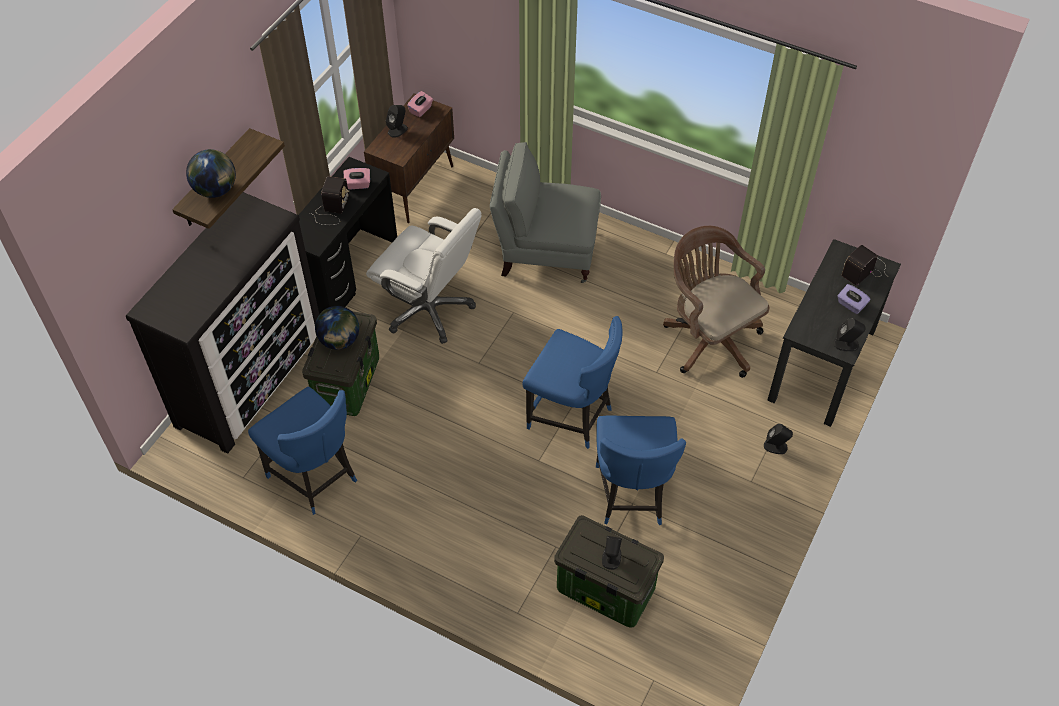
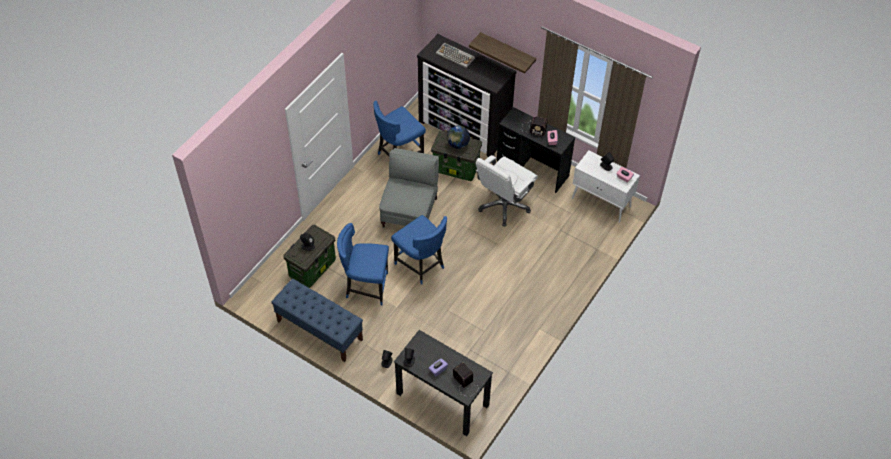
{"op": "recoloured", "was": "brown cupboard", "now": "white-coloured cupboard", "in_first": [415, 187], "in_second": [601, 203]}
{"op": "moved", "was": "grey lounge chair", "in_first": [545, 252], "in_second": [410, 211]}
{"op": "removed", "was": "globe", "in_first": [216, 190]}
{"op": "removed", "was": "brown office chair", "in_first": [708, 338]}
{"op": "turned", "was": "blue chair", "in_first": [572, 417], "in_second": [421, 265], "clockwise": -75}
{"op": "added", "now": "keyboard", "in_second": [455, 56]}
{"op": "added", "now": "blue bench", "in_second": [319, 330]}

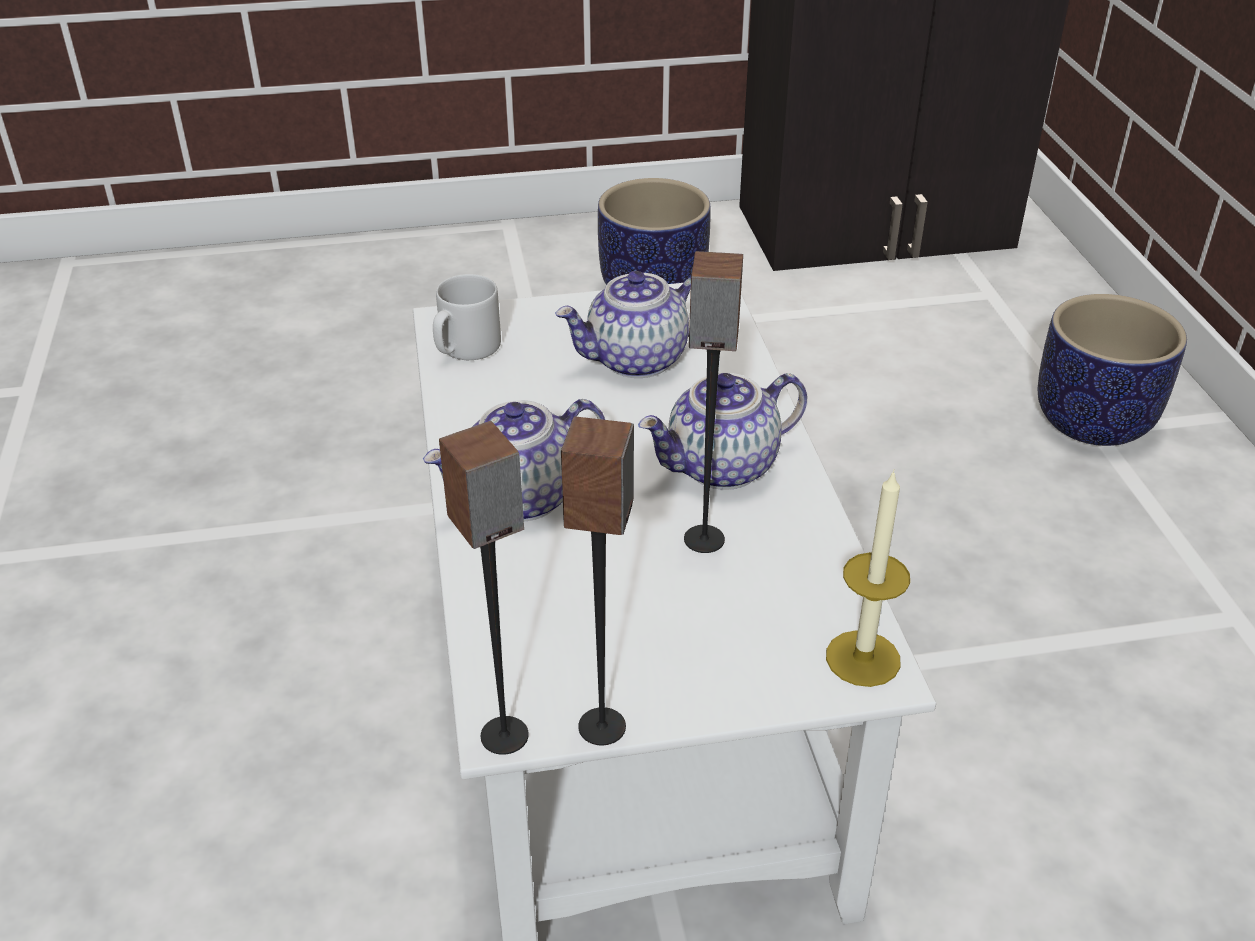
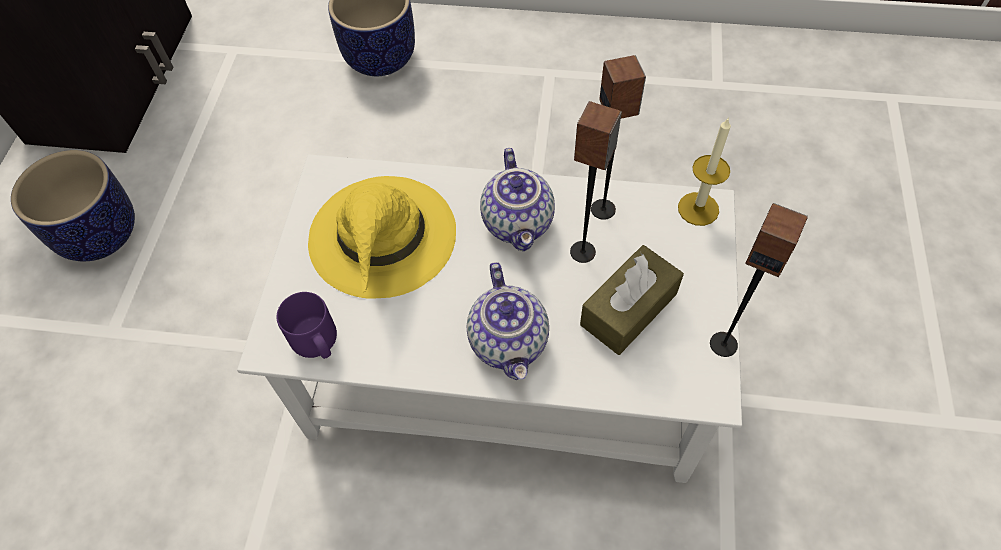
{"op": "replaced", "was": "tea pot", "now": "yellow-coloured hat", "in_first": [636, 360], "in_second": [383, 237]}
{"op": "recoloured", "was": "grey tea mug", "now": "purple-coloured tea mug", "in_first": [465, 349], "in_second": [317, 342]}
{"op": "moved", "was": "speaker", "in_first": [505, 736], "in_second": [603, 209]}
{"op": "added", "now": "brown tissue box", "in_second": [628, 309]}

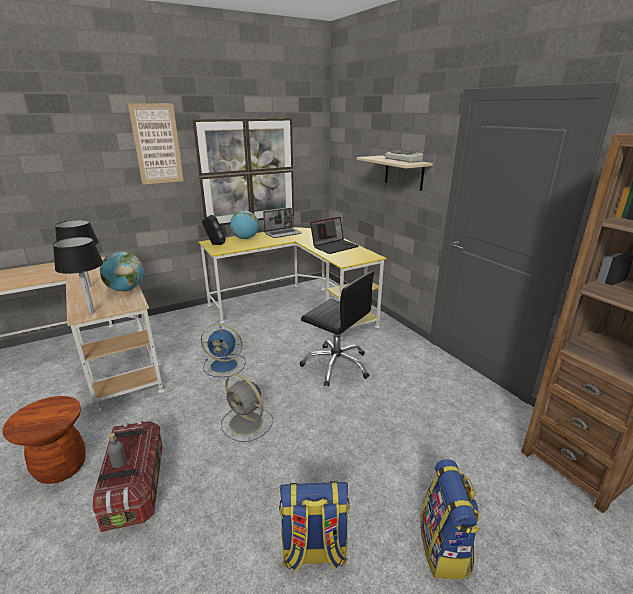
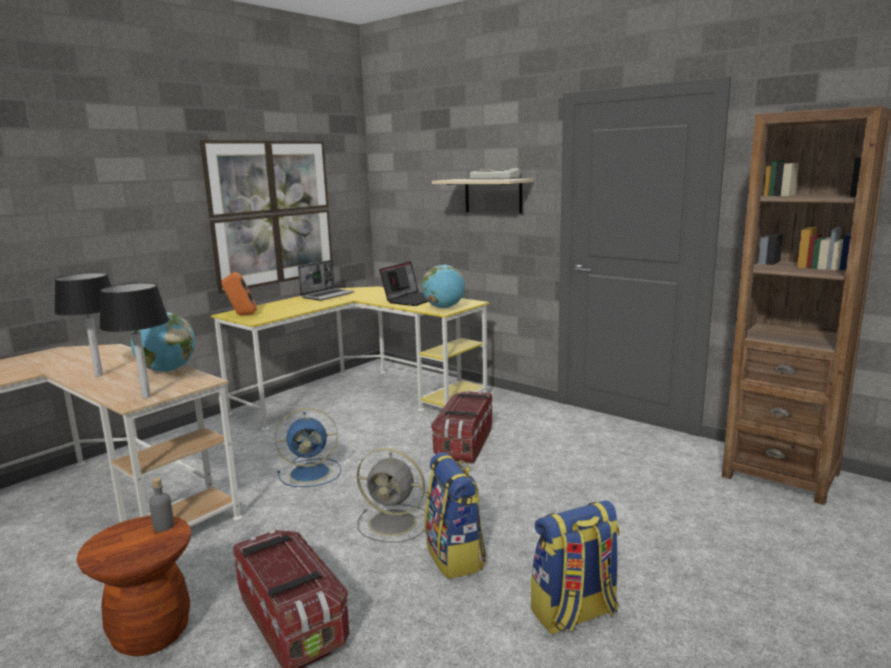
{"op": "removed", "was": "picture", "in_first": [157, 144]}
{"op": "moved", "was": "globe", "in_first": [245, 238], "in_second": [444, 308]}
{"op": "recoloured", "was": "black speaker", "now": "orange-coloured speaker", "in_first": [214, 244], "in_second": [241, 315]}
{"op": "replaced", "was": "black office chair", "now": "storage container", "in_first": [336, 365], "in_second": [464, 444]}
{"op": "moved", "was": "grey drink bottle", "in_first": [119, 462], "in_second": [163, 526]}
{"op": "moved", "was": "knapsack", "in_first": [444, 548], "in_second": [455, 556]}

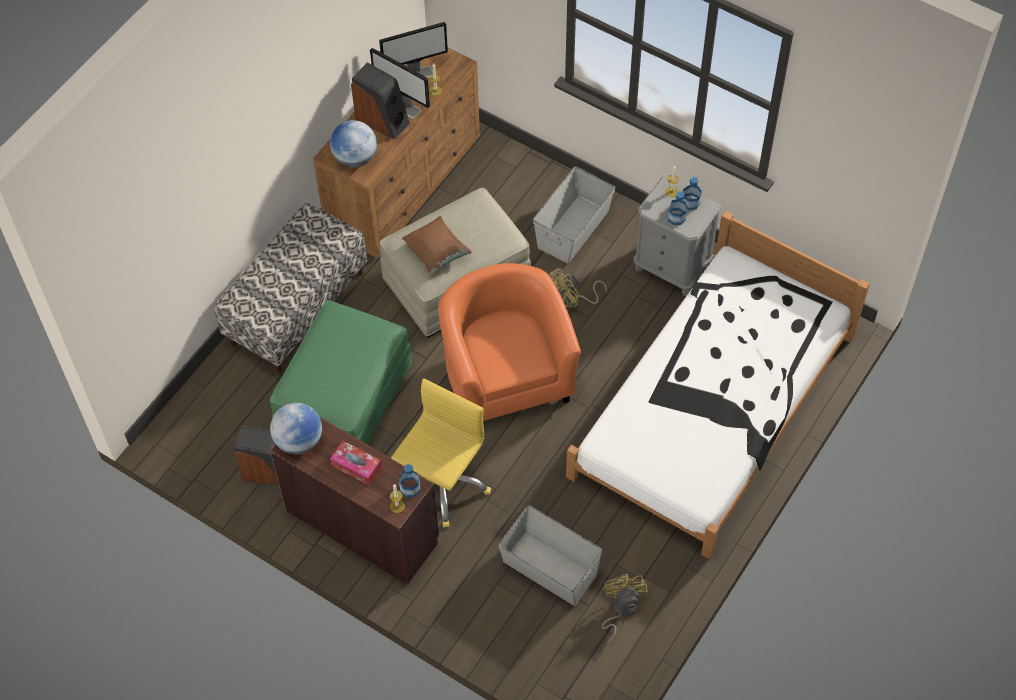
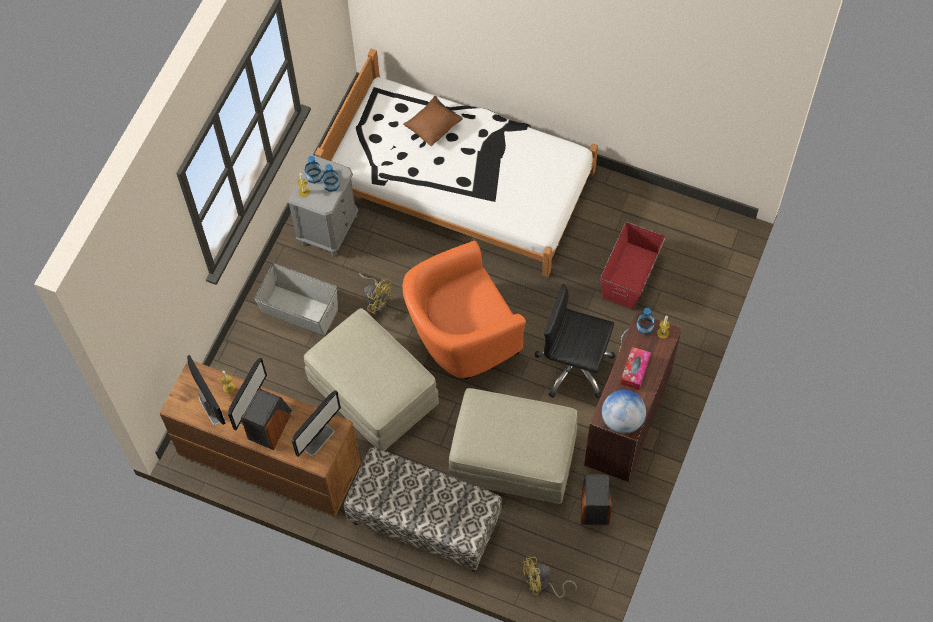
{"op": "replaced", "was": "globe", "now": "computer display", "in_first": [355, 158], "in_second": [319, 439]}
{"op": "moved", "was": "brown cushion", "in_first": [436, 253], "in_second": [433, 127]}
{"op": "recoloured", "was": "green-coloured footrest", "now": "sand-coloured footrest", "in_first": [345, 400], "in_second": [512, 459]}
{"op": "recoloured", "was": "yellow-coloured office chair", "now": "black office chair", "in_first": [441, 483], "in_second": [574, 367]}
{"op": "recoloured", "was": "grey storage container", "now": "red storage container", "in_first": [549, 567], "in_second": [629, 275]}
{"op": "moved", "was": "yellow-coloured cooling fan", "in_first": [621, 609], "in_second": [541, 584]}

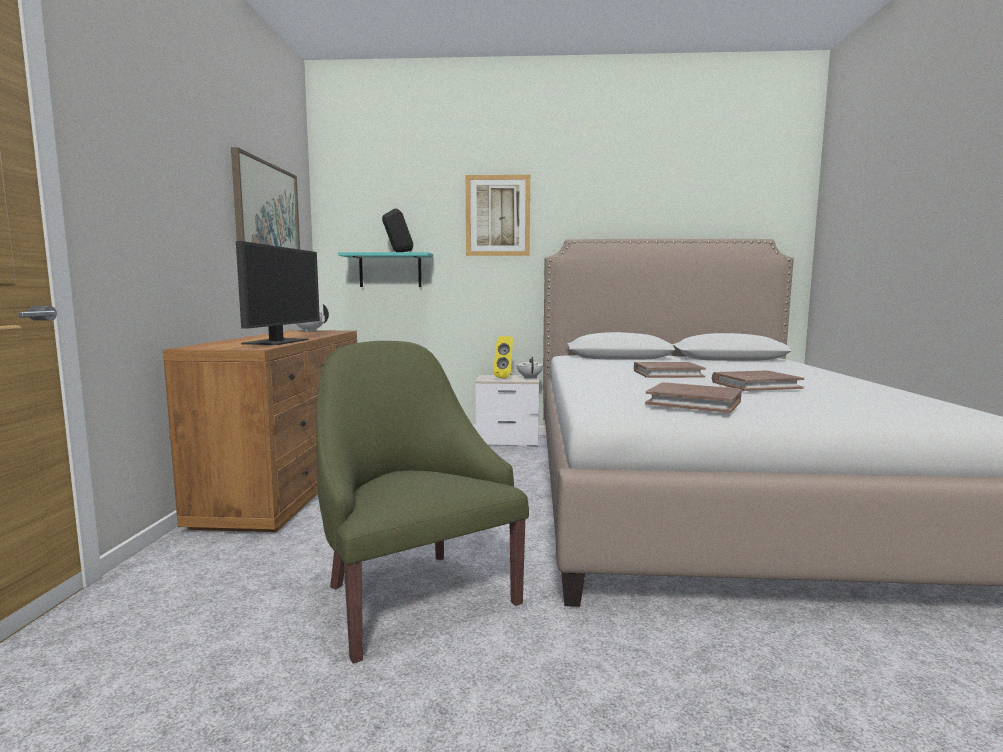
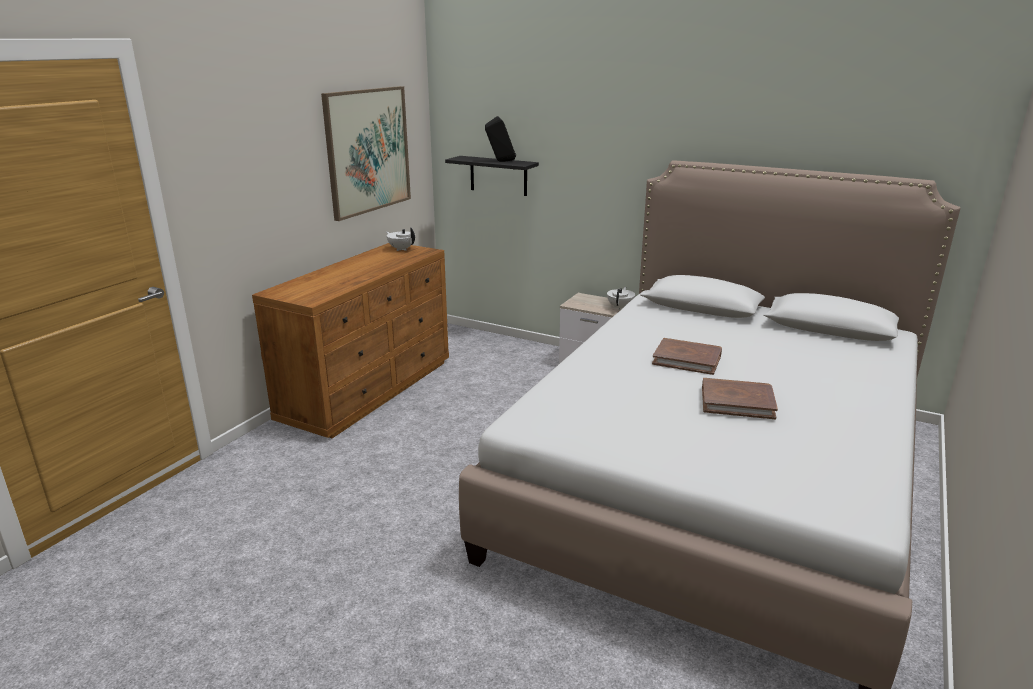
{"op": "removed", "was": "picture", "in_first": [497, 216]}
{"op": "removed", "was": "computer display", "in_first": [277, 342]}
{"op": "recoloured", "was": "blue-green bracket shelf", "now": "black bracket shelf", "in_first": [390, 270], "in_second": [498, 175]}
{"op": "removed", "was": "yellow-coloured speaker", "in_first": [505, 378]}
{"op": "removed", "was": "green-coloured lounge chair", "in_first": [413, 596]}
{"op": "removed", "was": "brown bound book", "in_first": [694, 402]}

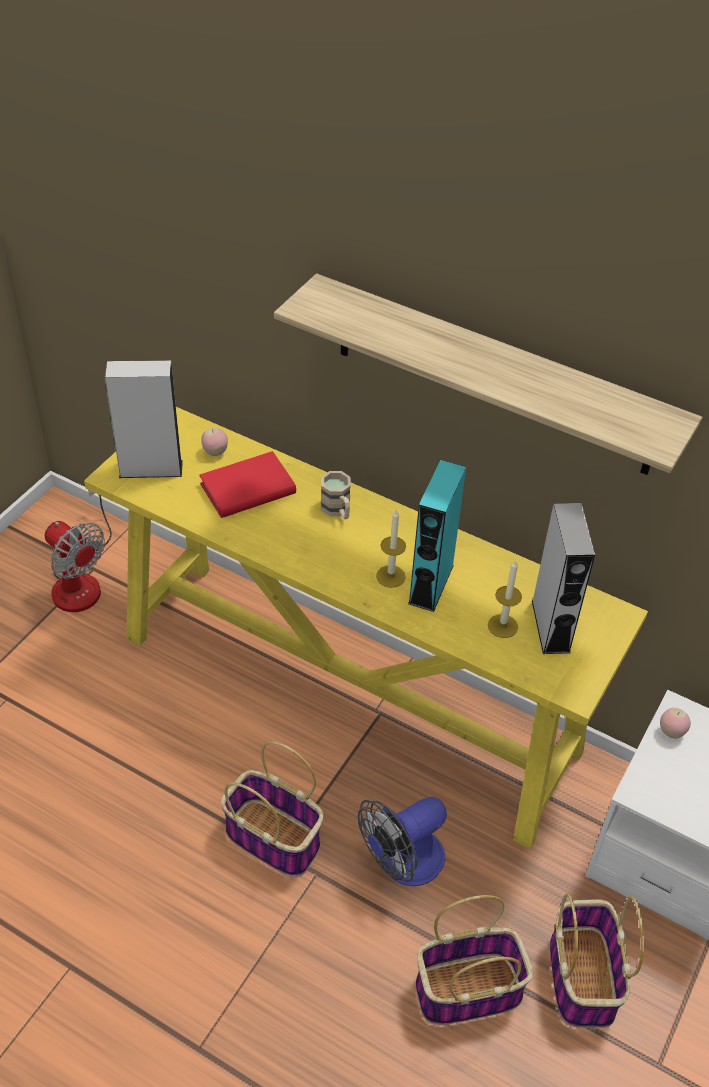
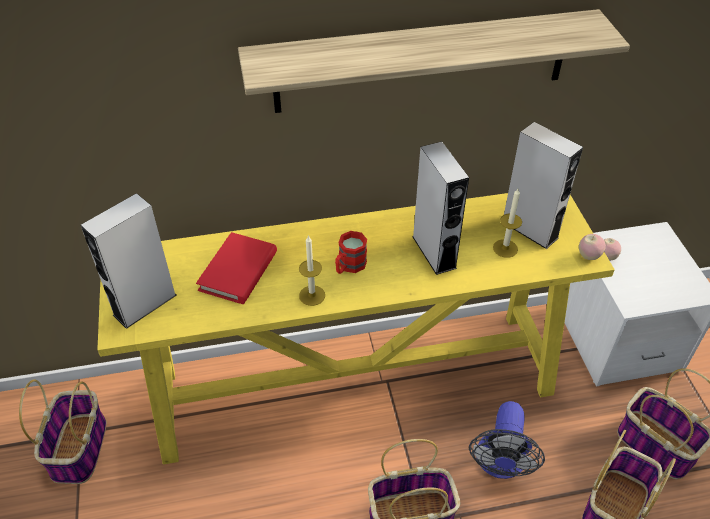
{"op": "moved", "was": "apple fruit", "in_first": [215, 452], "in_second": [588, 256]}
{"op": "recoloured", "was": "blue-green speaker", "now": "grey speaker", "in_first": [431, 584], "in_second": [434, 252]}
{"op": "removed", "was": "sand-coloured tea mug", "in_first": [338, 510]}
{"op": "replaced", "was": "cooling fan", "now": "storage basket", "in_first": [81, 579], "in_second": [79, 447]}
{"op": "moved", "was": "candle", "in_first": [390, 576], "in_second": [312, 295]}
{"op": "added", "now": "red tea mug", "in_second": [349, 266]}

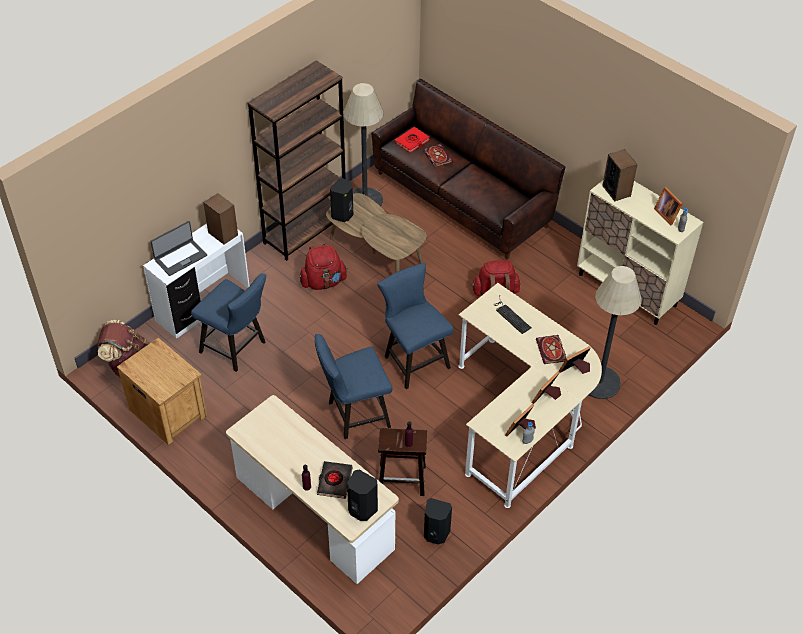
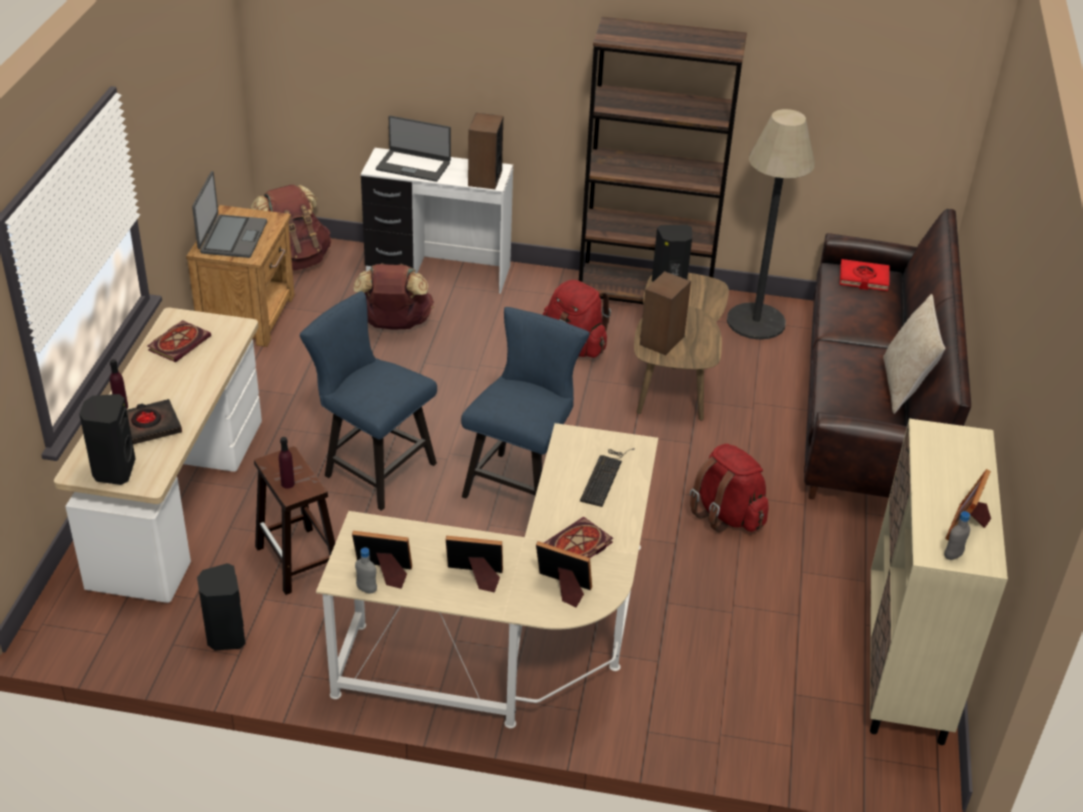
{"op": "moved", "was": "bound book", "in_first": [437, 156], "in_second": [179, 342]}
{"op": "moved", "was": "speaker", "in_first": [616, 191], "in_second": [662, 340]}
{"op": "removed", "was": "floor lamp", "in_first": [600, 382]}
{"op": "replaced", "was": "blue chair", "now": "brown knapsack", "in_first": [237, 349], "in_second": [393, 325]}
{"op": "added", "now": "notebook computer", "in_second": [232, 237]}
{"op": "added", "now": "sand-coloured cushion", "in_second": [904, 386]}

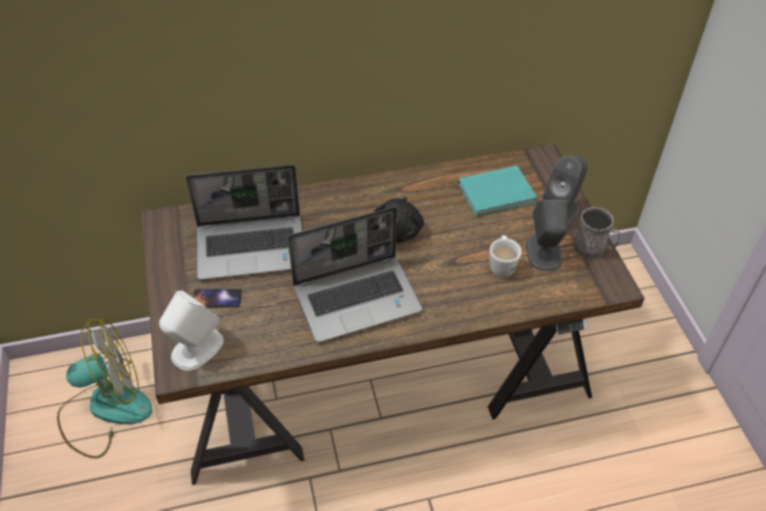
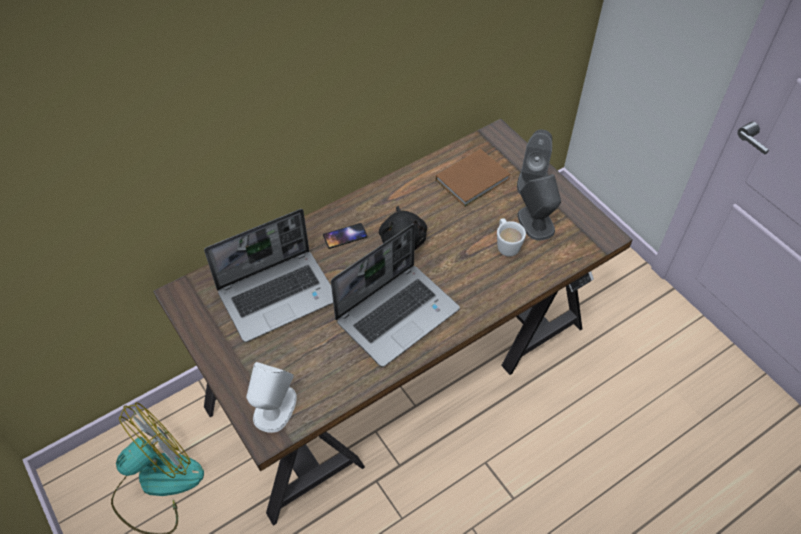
{"op": "recoloured", "was": "blue-green bound book", "now": "brown bound book", "in_first": [498, 194], "in_second": [474, 179]}
{"op": "removed", "was": "grey tea mug", "in_first": [593, 249]}
{"op": "moved", "was": "phone", "in_first": [217, 299], "in_second": [345, 236]}

